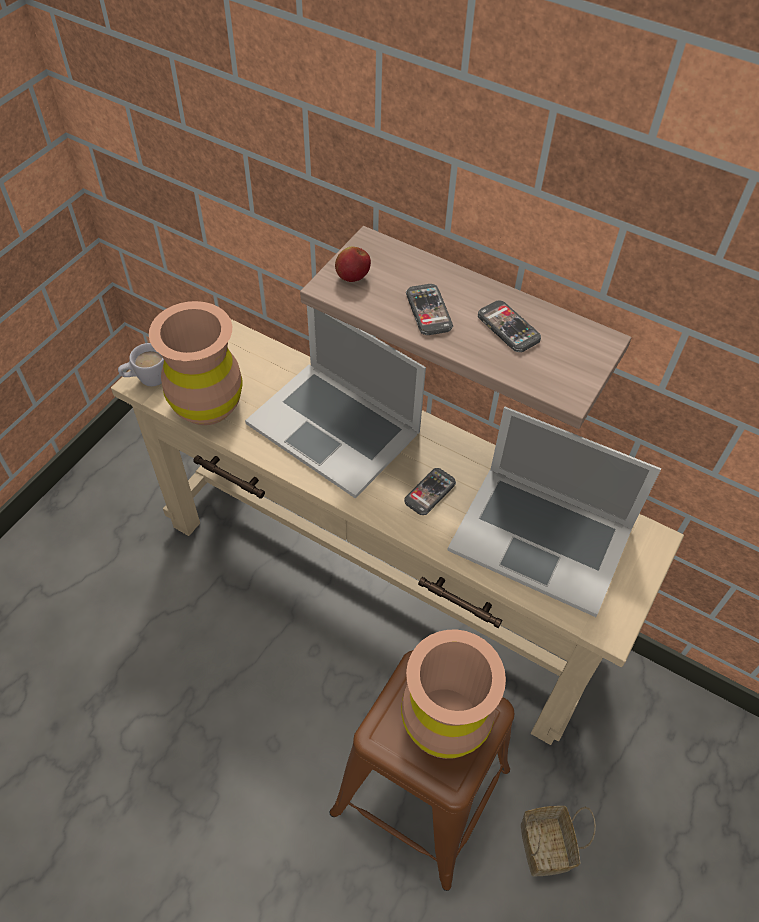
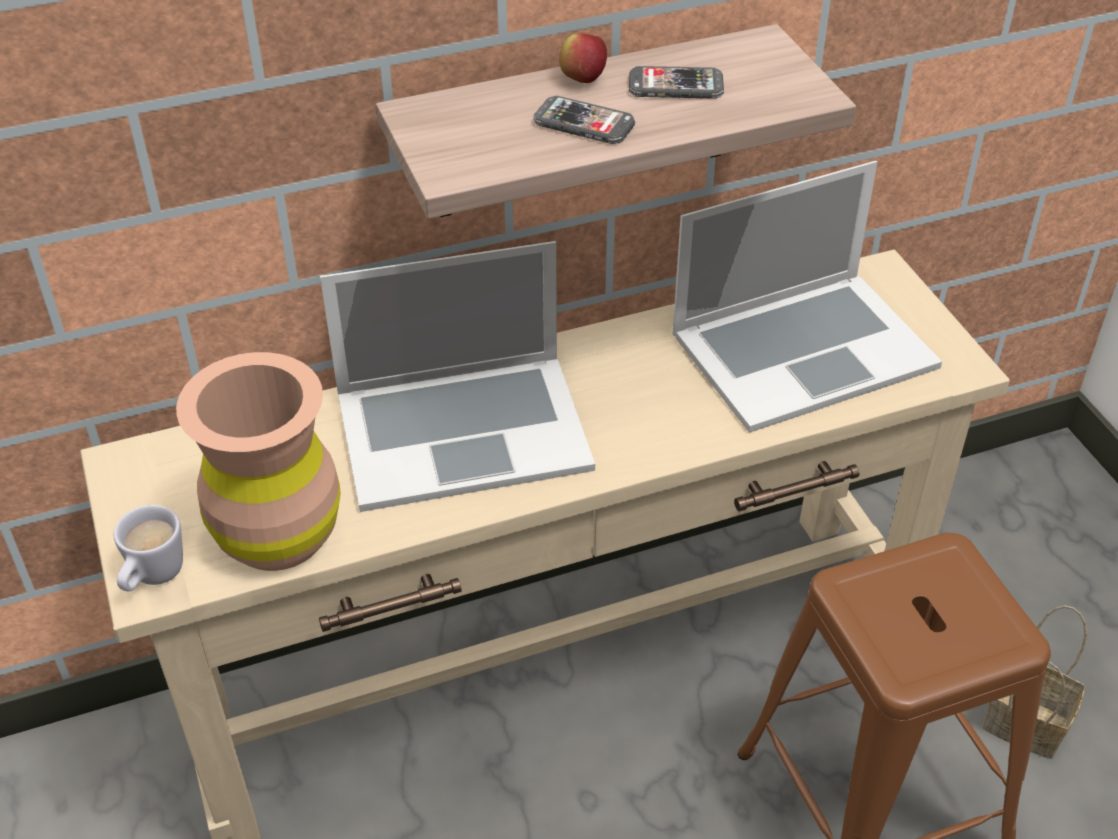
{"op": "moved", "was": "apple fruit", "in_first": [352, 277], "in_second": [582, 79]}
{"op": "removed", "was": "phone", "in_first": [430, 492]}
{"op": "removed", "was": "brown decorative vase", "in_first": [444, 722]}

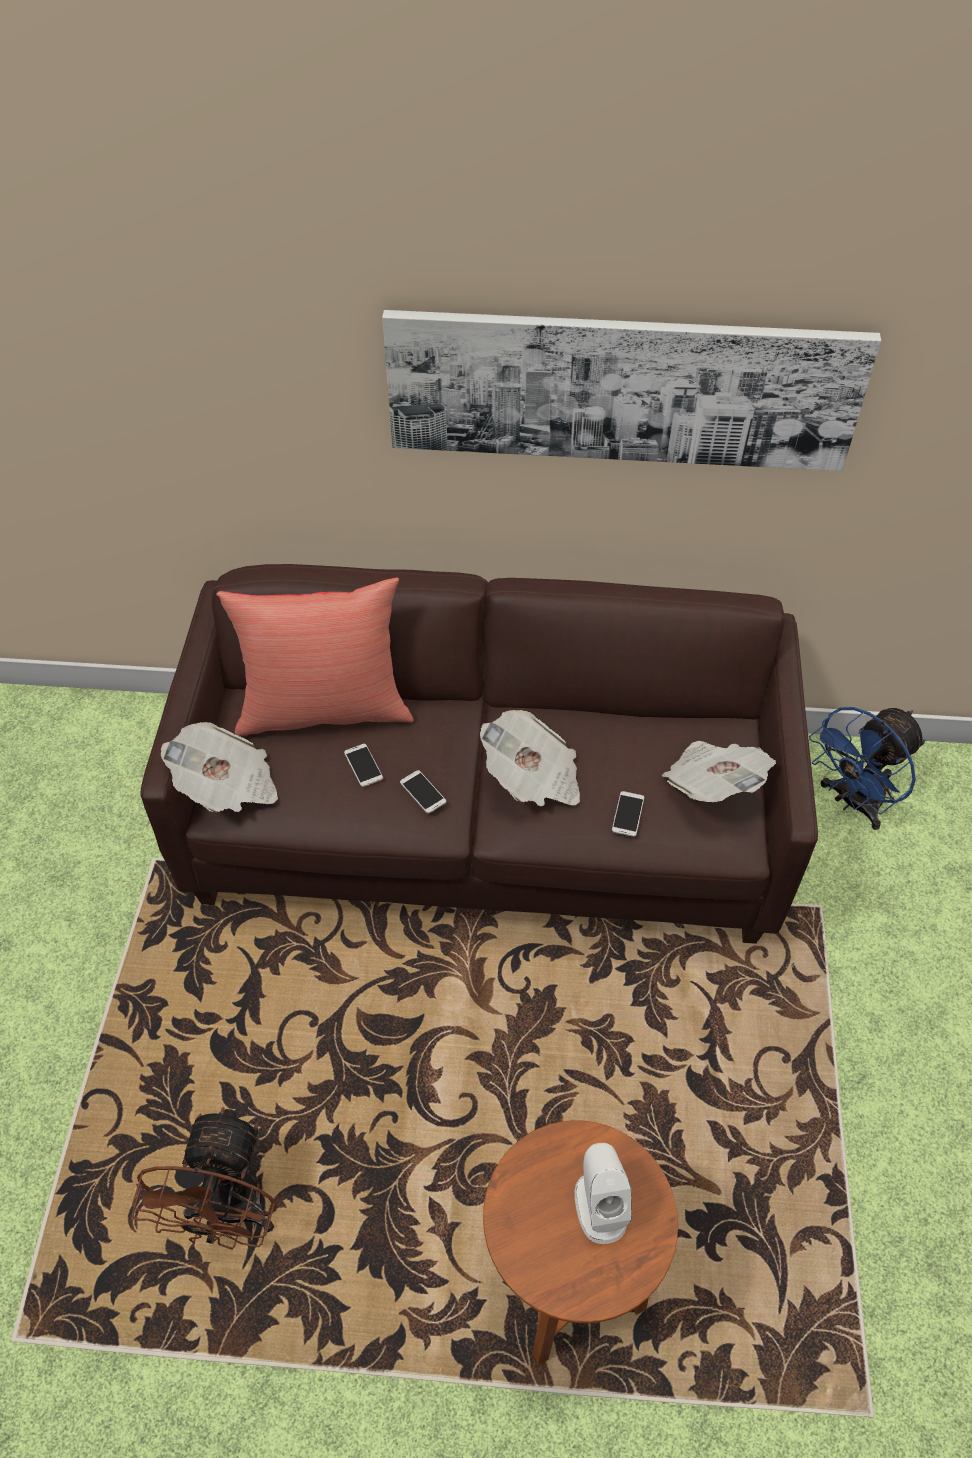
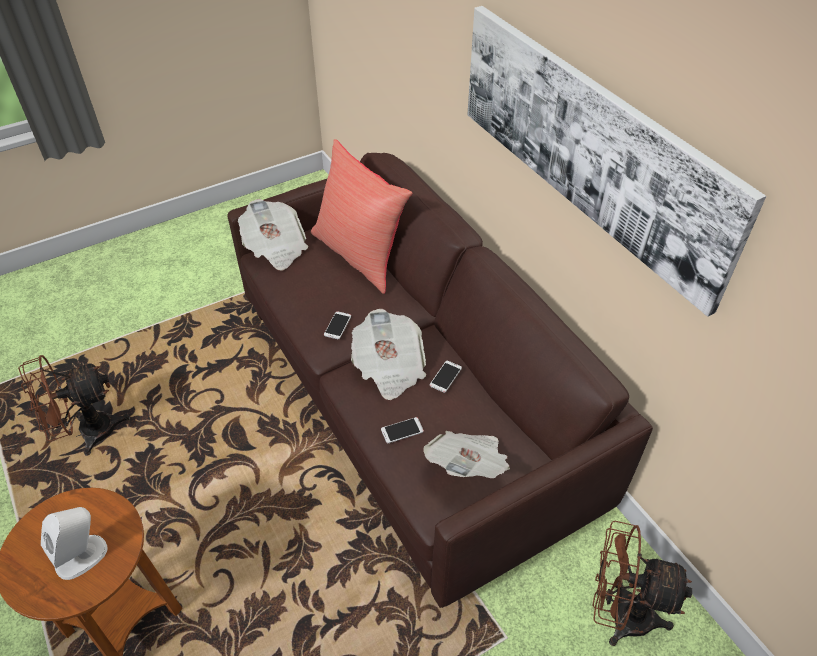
{"op": "recoloured", "was": "blue cooling fan", "now": "brown cooling fan", "in_first": [852, 802], "in_second": [619, 614]}
{"op": "moved", "was": "phone", "in_first": [363, 765], "in_second": [445, 376]}

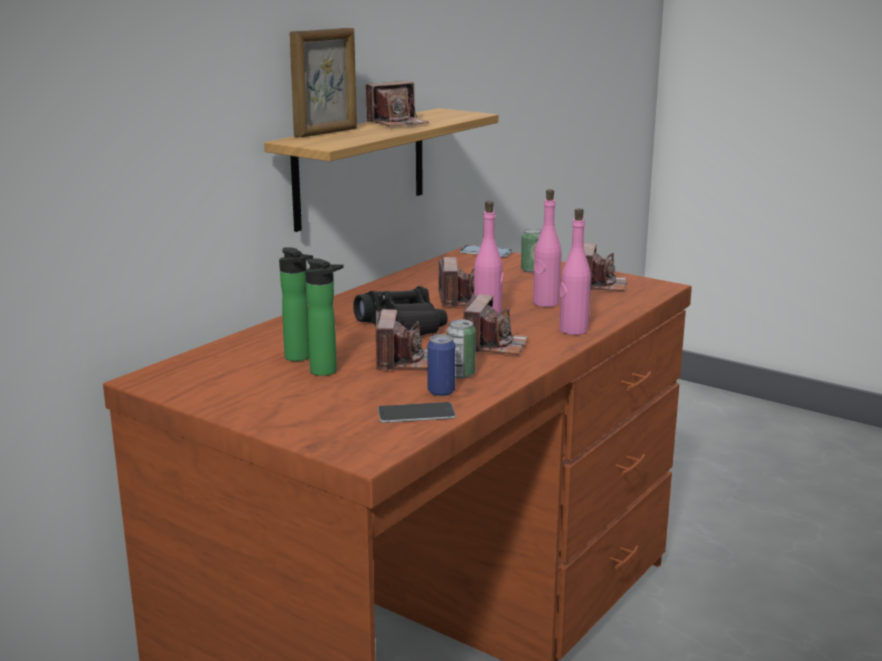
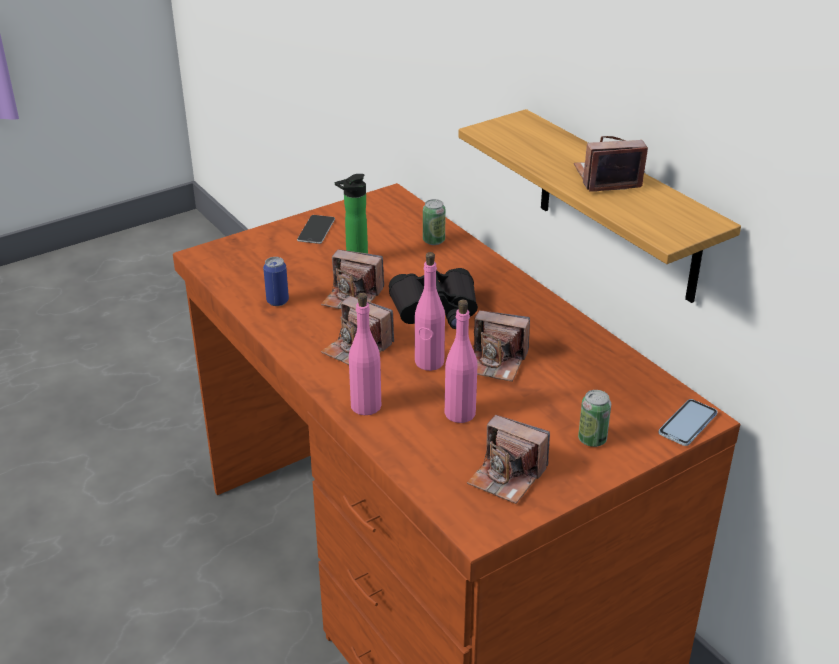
{"op": "removed", "was": "photo frame", "in_first": [327, 132]}
{"op": "turned", "was": "still camera", "in_first": [398, 123], "in_second": [606, 178], "clockwise": 90}
{"op": "removed", "was": "drink bottle", "in_first": [300, 358]}
{"op": "moved", "was": "metal can", "in_first": [461, 374], "in_second": [433, 241]}
{"op": "moved", "was": "phone", "in_first": [416, 413], "in_second": [316, 229]}

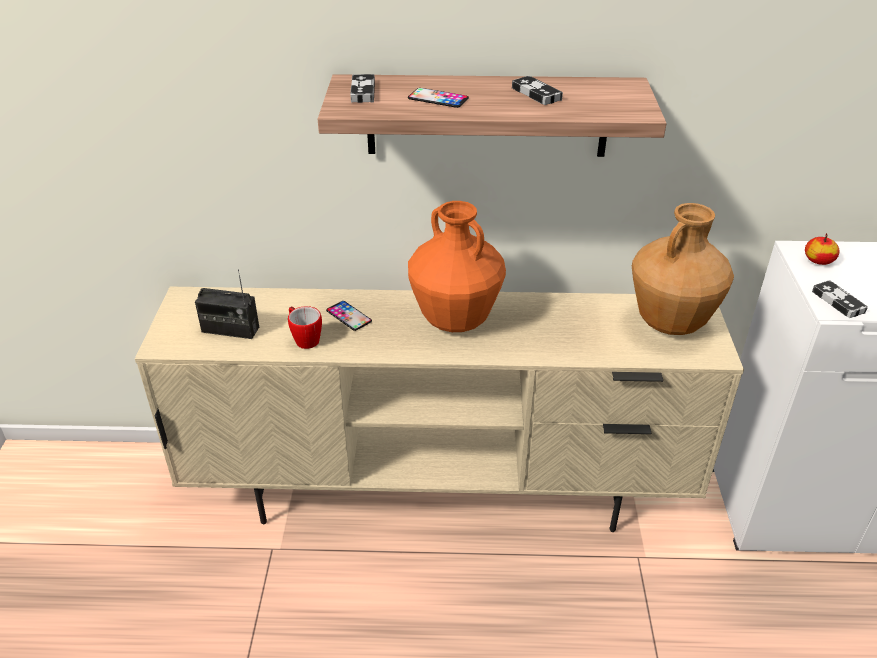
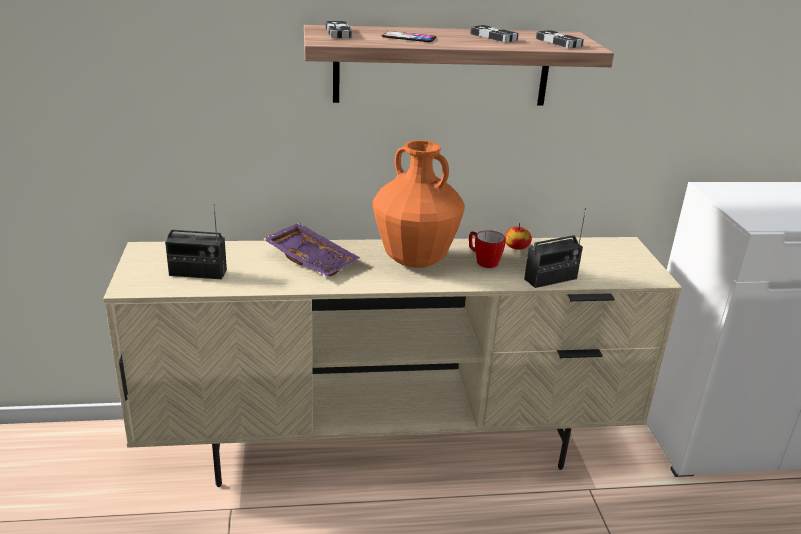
{"op": "removed", "was": "brown decorative vase", "in_first": [670, 323]}
{"op": "moved", "was": "apple fruit", "in_first": [818, 260], "in_second": [516, 247]}
{"op": "moved", "was": "game controller", "in_first": [838, 302], "in_second": [558, 42]}
{"op": "replaced", "was": "phone", "now": "purple-coloured tray", "in_first": [348, 316], "in_second": [312, 259]}
{"op": "moved", "was": "tea mug", "in_first": [304, 339], "in_second": [483, 261]}
{"op": "added", "now": "radio", "in_second": [550, 279]}

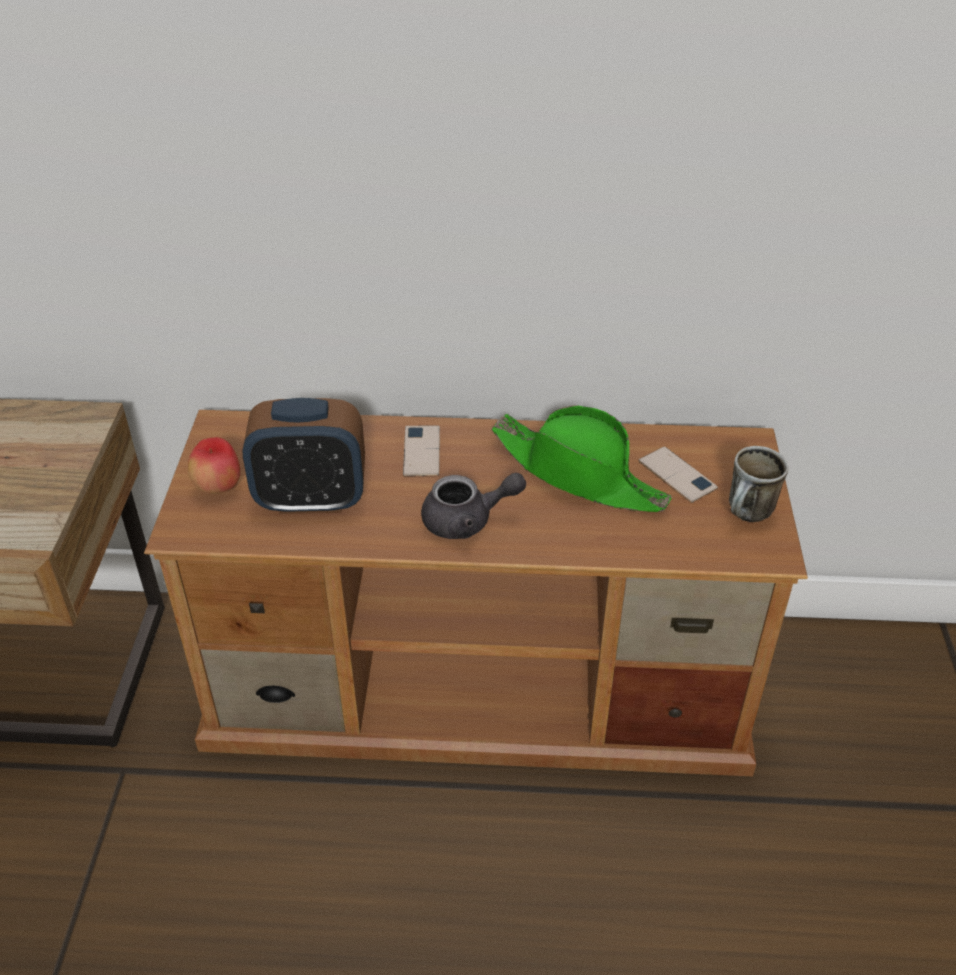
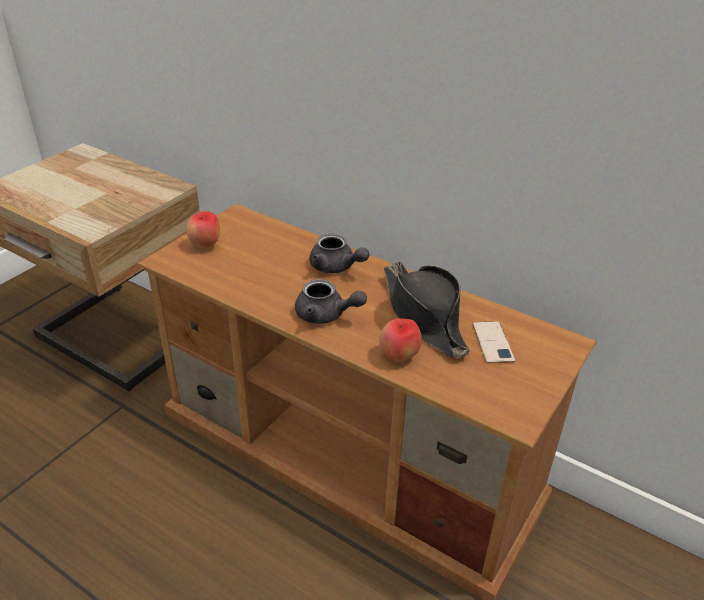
{"op": "removed", "was": "bedside clock", "in_first": [311, 499]}
{"op": "recoloured", "was": "green-coloured hat", "now": "black hat", "in_first": [579, 474], "in_second": [424, 316]}
{"op": "replaced", "was": "phone", "now": "grey tea pot", "in_first": [421, 451], "in_second": [336, 267]}
{"op": "removed", "was": "tea mug", "in_first": [748, 516]}
{"op": "added", "now": "apple fruit", "in_second": [399, 356]}

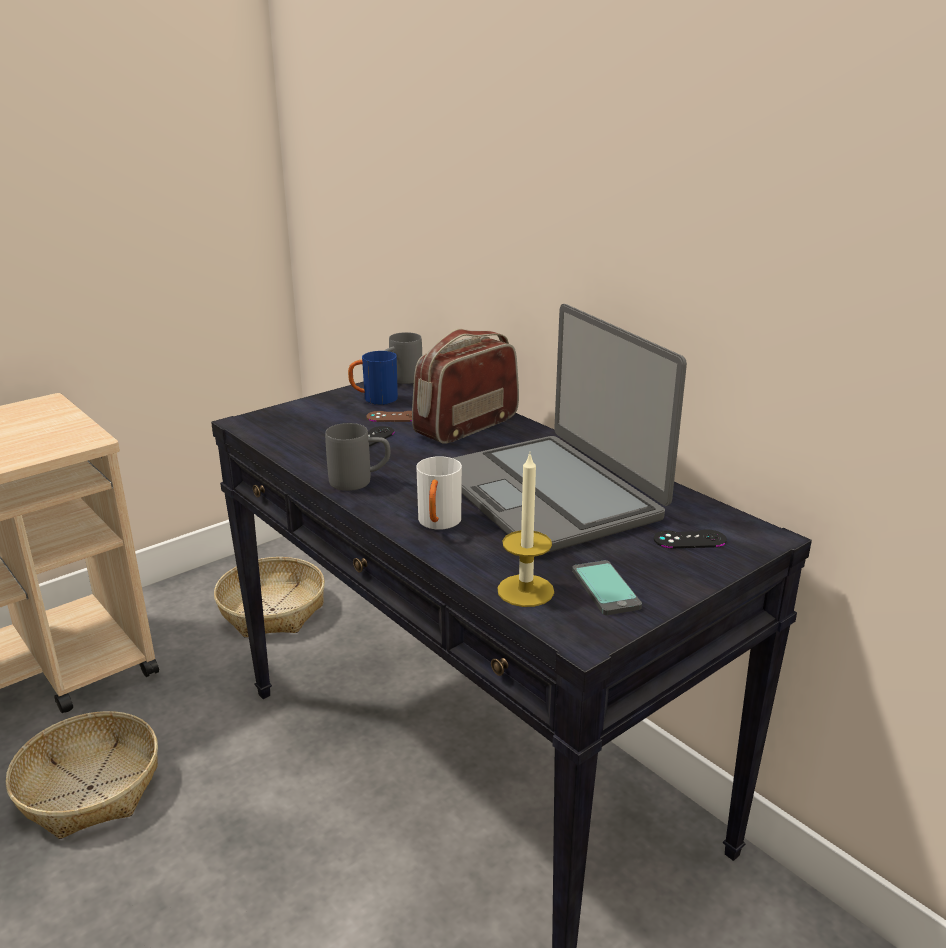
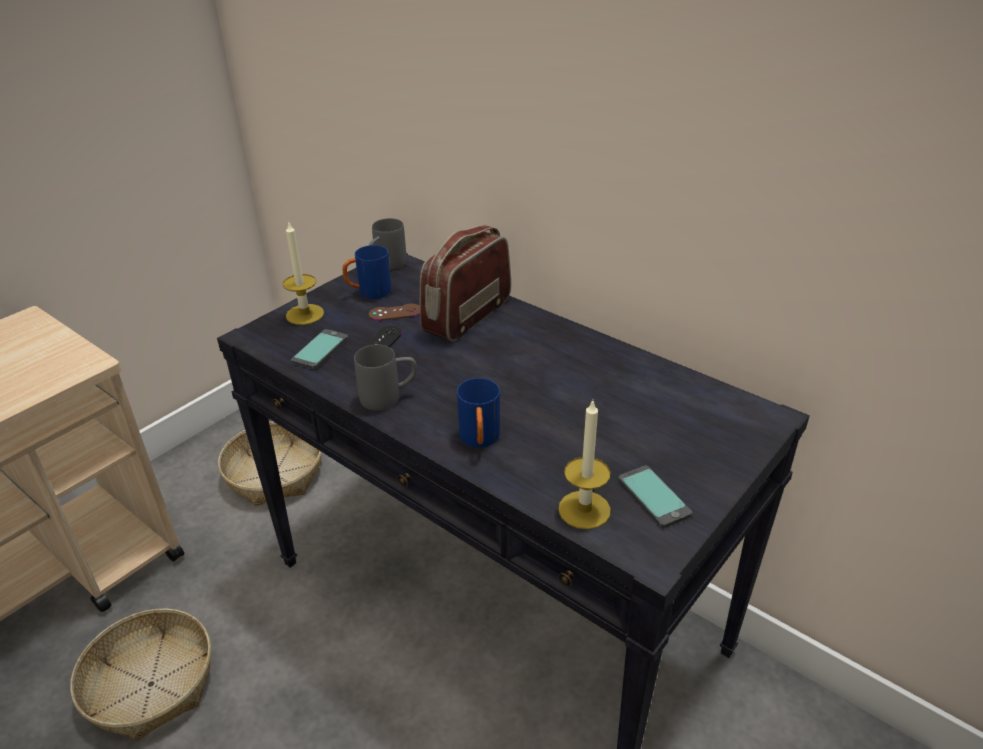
{"op": "removed", "was": "notebook computer", "in_first": [549, 494]}
{"op": "recoloured", "was": "white-coloured tea mug", "now": "blue tea mug", "in_first": [438, 524], "in_second": [480, 441]}
{"op": "removed", "was": "black game controller", "in_first": [689, 540]}
{"op": "added", "now": "candle", "in_second": [305, 314]}
{"op": "added", "now": "phone", "in_second": [320, 350]}

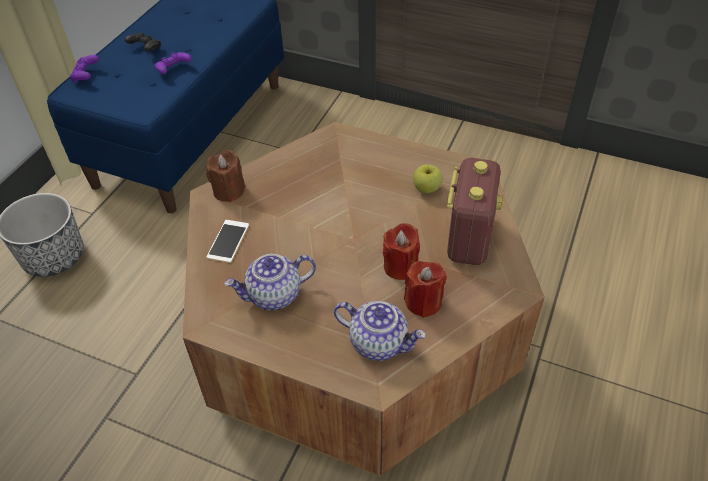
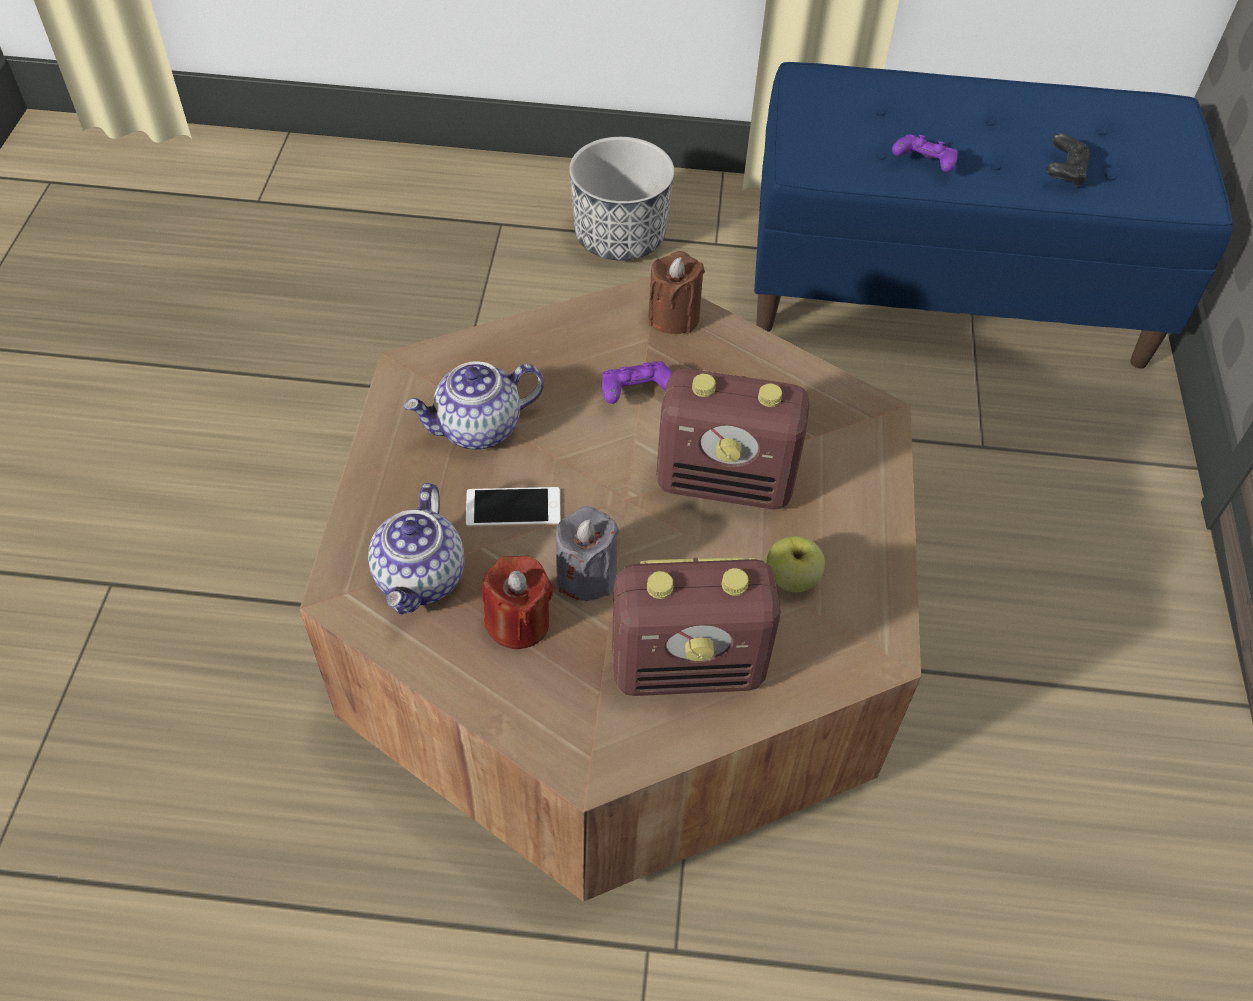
{"op": "moved", "was": "black game controller", "in_first": [145, 49], "in_second": [1064, 172]}
{"op": "moved", "was": "purple-coloured game controller", "in_first": [86, 76], "in_second": [636, 393]}
{"op": "moved", "was": "phone", "in_first": [228, 241], "in_second": [513, 507]}
{"op": "recoloured", "was": "red candle", "now": "grey candle", "in_first": [400, 266], "in_second": [586, 576]}
{"op": "turned", "was": "tea pot", "in_first": [274, 296], "in_second": [478, 429], "clockwise": -75}
{"op": "added", "now": "radio", "in_second": [726, 482]}

